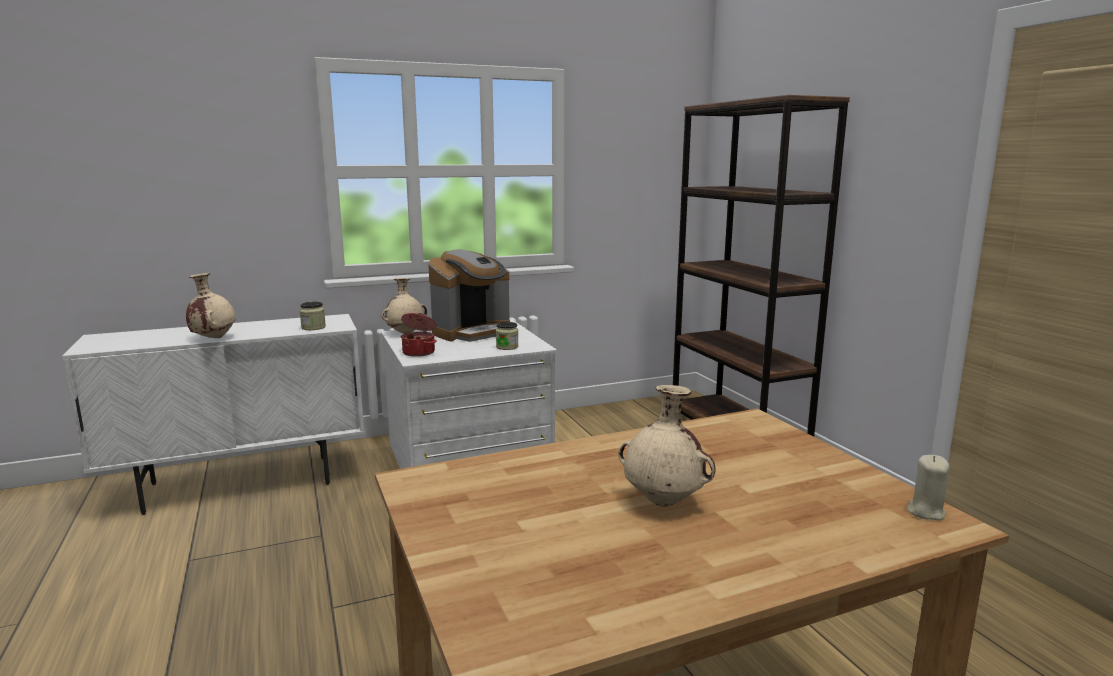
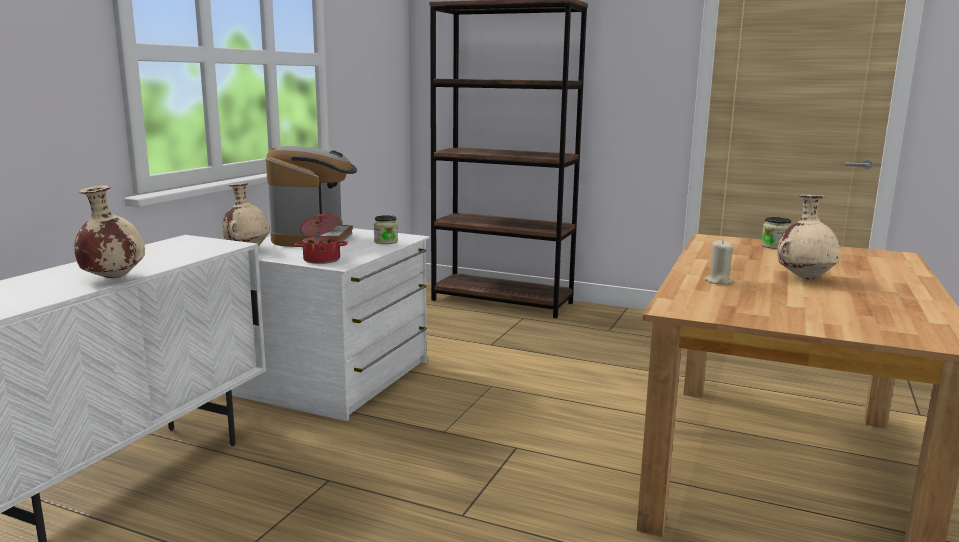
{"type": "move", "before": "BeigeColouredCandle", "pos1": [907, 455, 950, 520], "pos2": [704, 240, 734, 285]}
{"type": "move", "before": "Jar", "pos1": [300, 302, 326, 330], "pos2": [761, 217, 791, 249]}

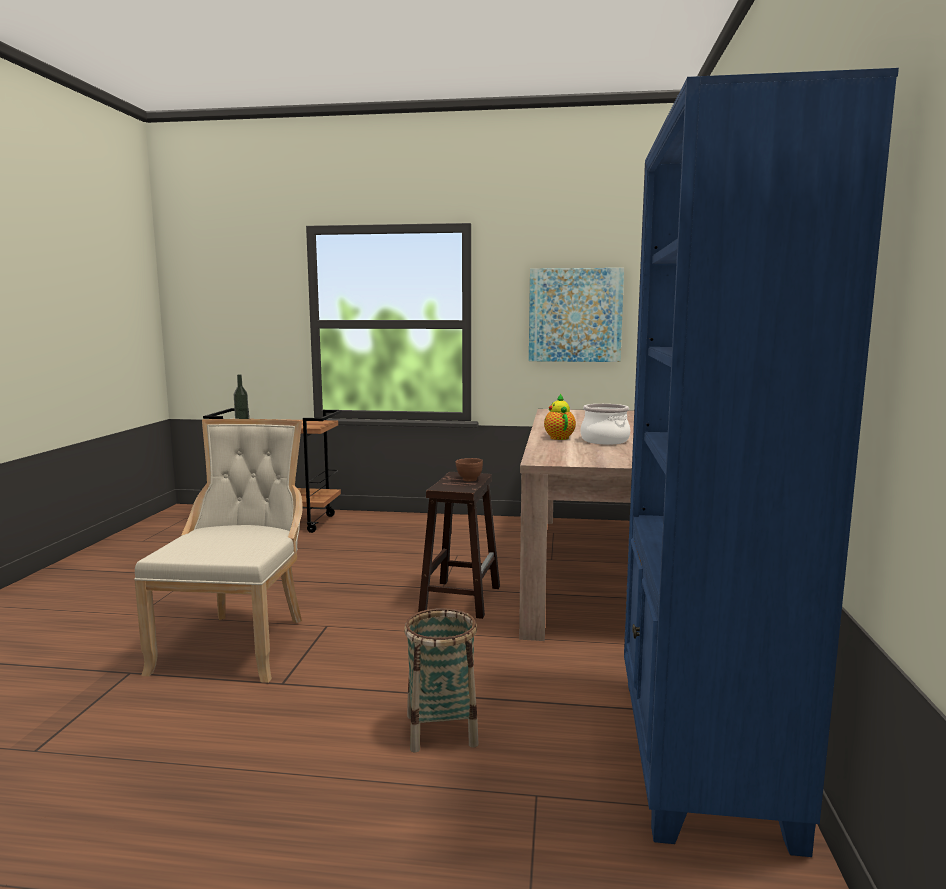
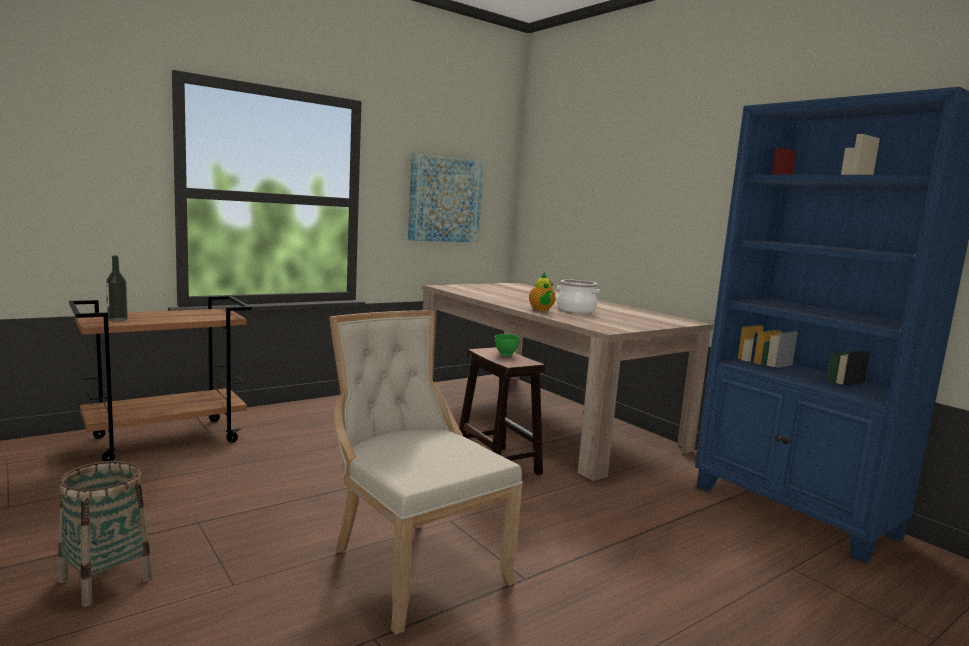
{"type": "move", "before": "HouseholdBasket", "pos1": [404, 608, 479, 753], "pos2": [58, 461, 152, 607]}
{"type": "recolor", "before": "BrownDeepDish", "after": "GreenishDeepDish", "pos1": [456, 458, 483, 481], "pos2": [495, 334, 520, 356]}
{"type": "rotate", "before": "TeaPot", "pos1": [544, 393, 576, 440], "pos2": [529, 272, 556, 311], "turn": -135}

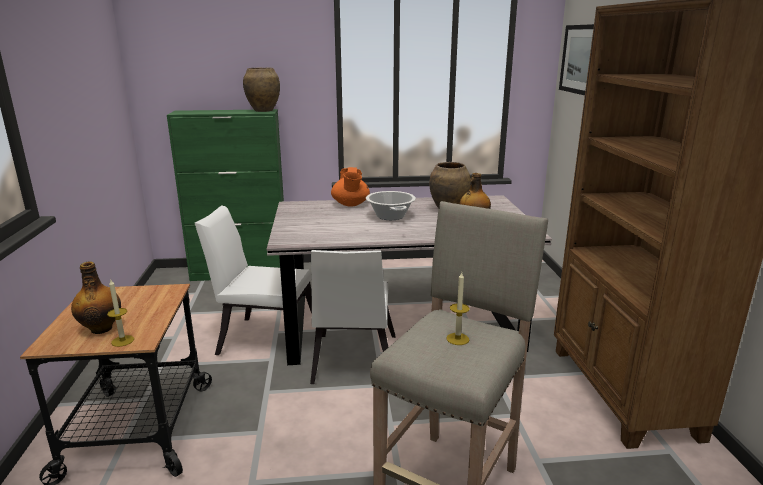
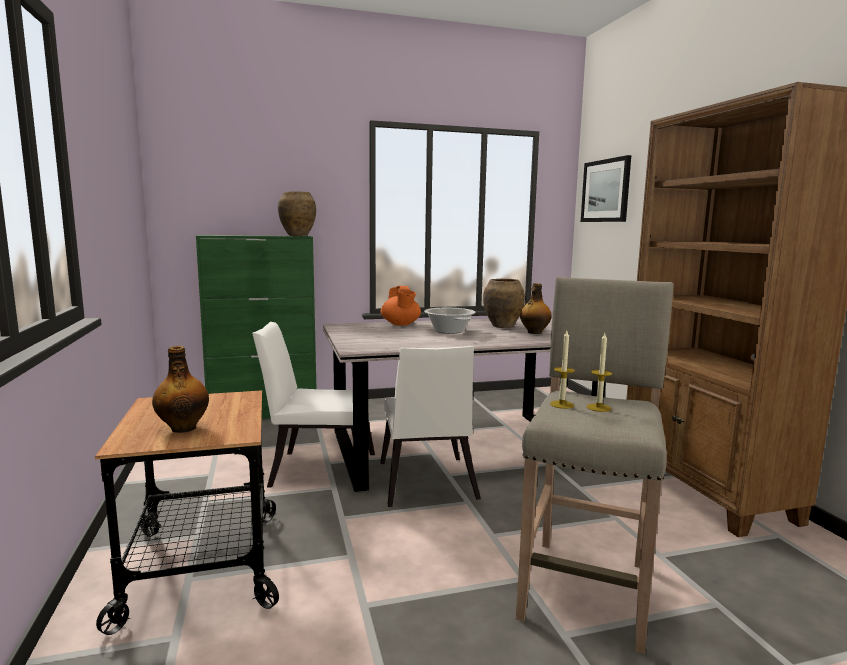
{"type": "move", "before": "Candle", "pos1": [107, 280, 134, 347], "pos2": [550, 331, 575, 409]}

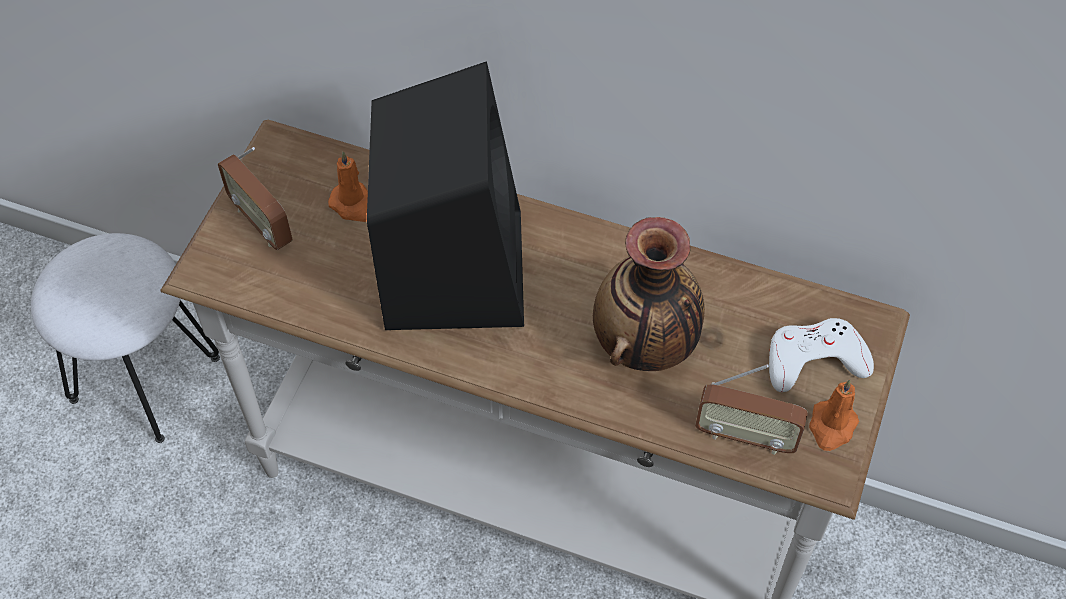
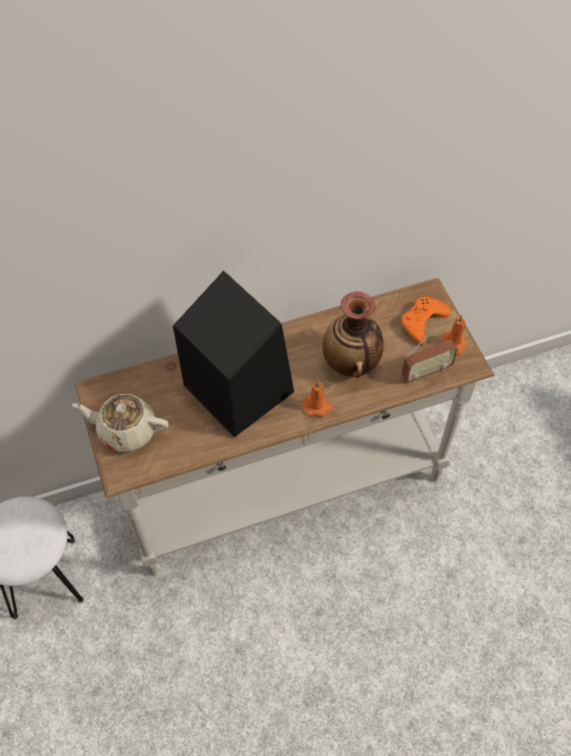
{"type": "replace", "before": "RadioReceiver", "after": "BeigeColouredTeaPot", "pos1": [218, 147, 293, 250], "pos2": [72, 394, 169, 452]}
{"type": "move", "before": "OrangeColouredCandle", "pos1": [328, 151, 368, 222], "pos2": [302, 381, 333, 417]}
{"type": "recolor", "before": "WhiteGamepad", "after": "OrangeColouredGamepad", "pos1": [769, 318, 874, 392], "pos2": [401, 297, 451, 345]}

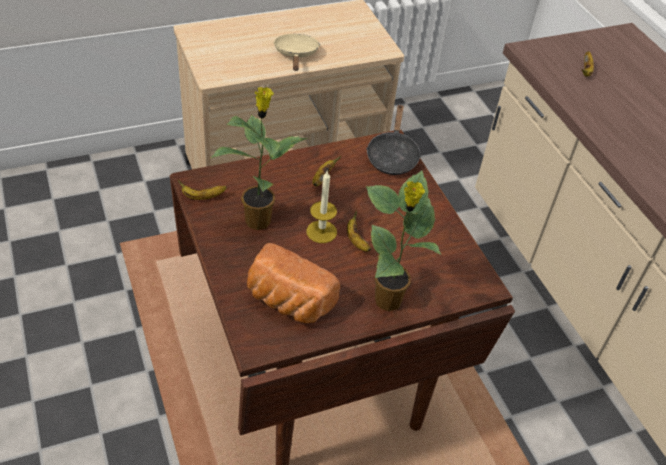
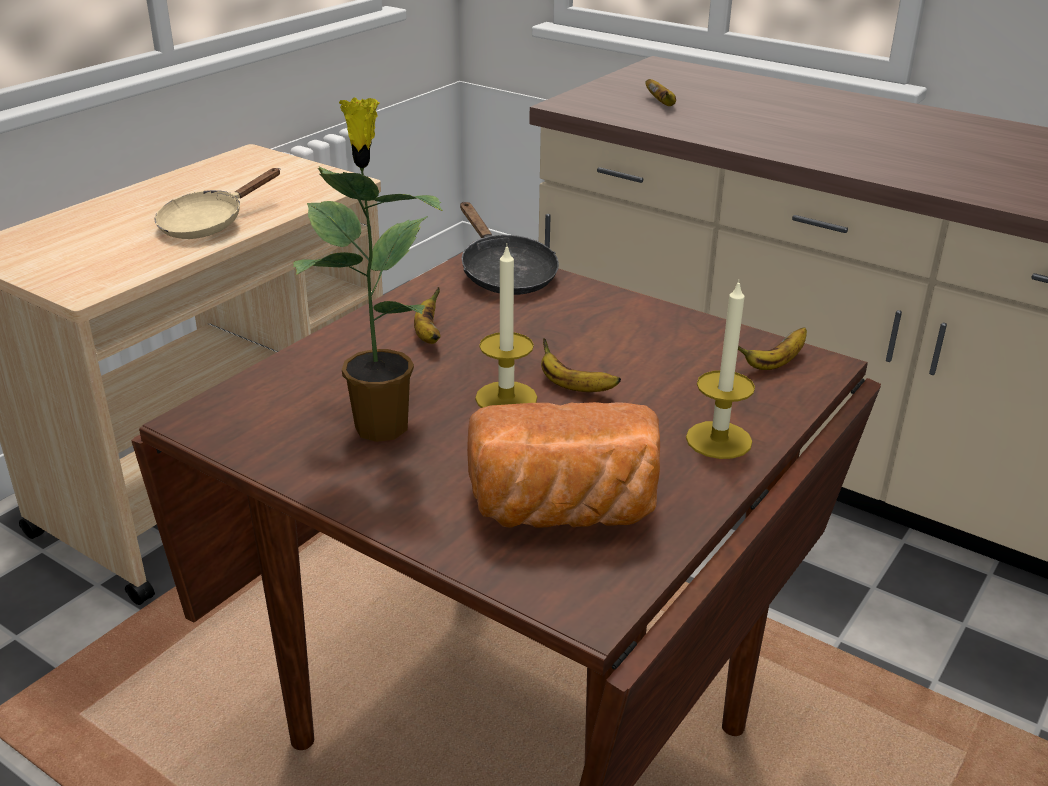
{"type": "rotate", "before": "BeigeColouredSkillet", "pos1": [273, 34, 320, 71], "pos2": [154, 168, 281, 239], "turn": -105}
{"type": "replace", "before": "PlantInAPot", "after": "Candle", "pos1": [366, 170, 441, 311], "pos2": [686, 279, 755, 459]}
{"type": "move", "before": "Banana", "pos1": [177, 179, 227, 200], "pos2": [738, 327, 807, 370]}

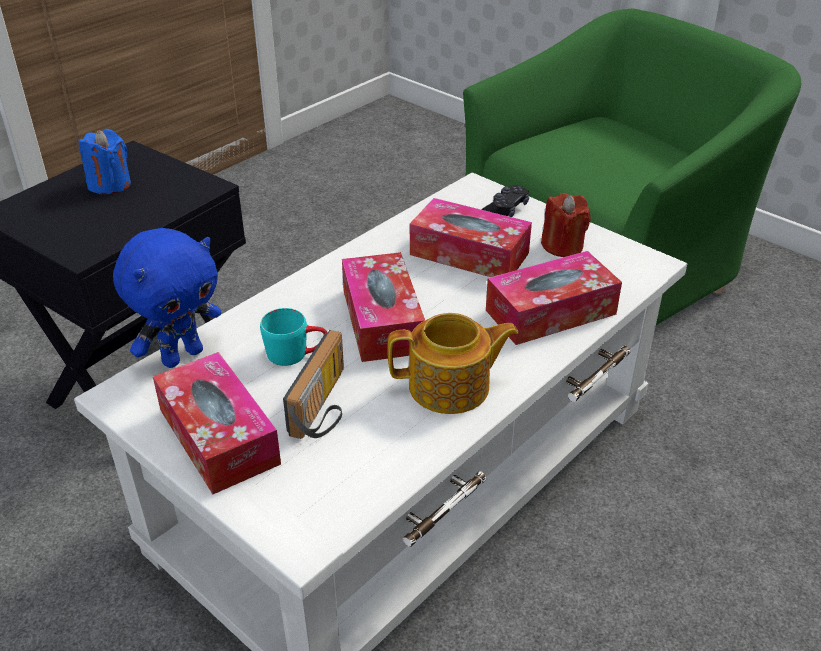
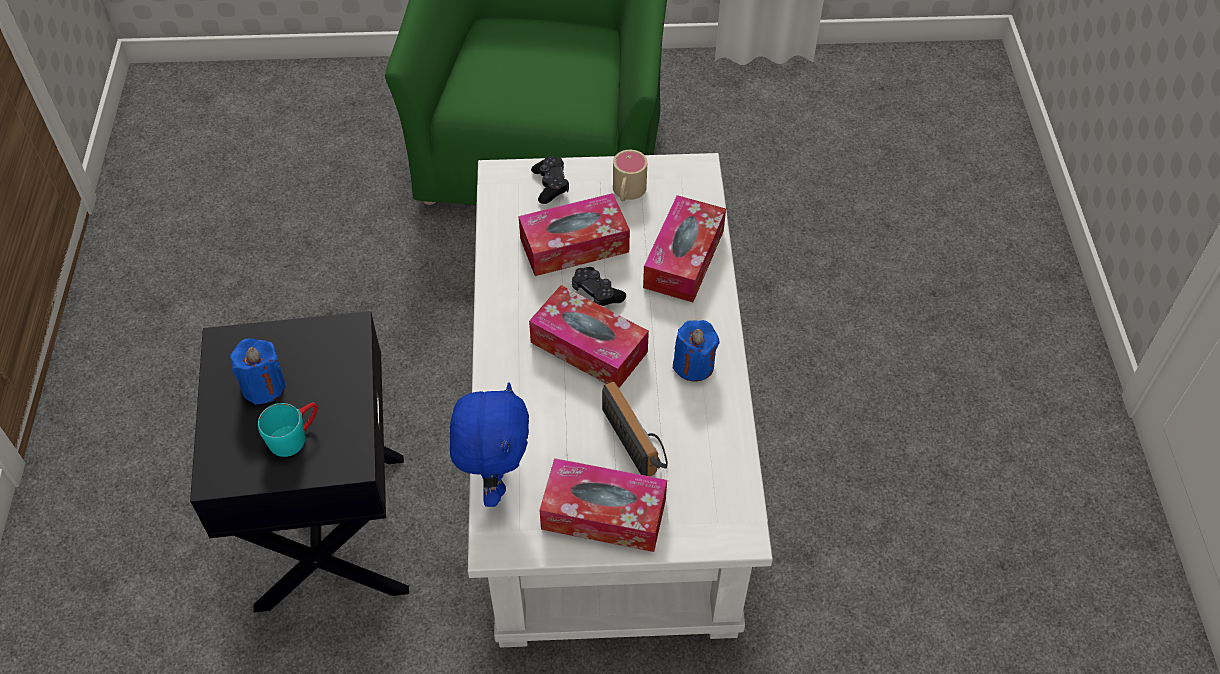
{"type": "move", "before": "TurquoiseCoffeeMug", "pos1": [260, 308, 327, 366], "pos2": [258, 403, 318, 457]}
{"type": "insert", "after": "BlackGamepad", "pos2": [572, 267, 626, 306]}
{"type": "replace", "before": "RedColouredCandle", "after": "BeigeColouredCoffeeMug", "pos1": [541, 193, 591, 257], "pos2": [613, 150, 647, 201]}
{"type": "replace", "before": "TeaPot", "after": "BlueCandle", "pos1": [388, 313, 519, 414], "pos2": [673, 320, 720, 382]}

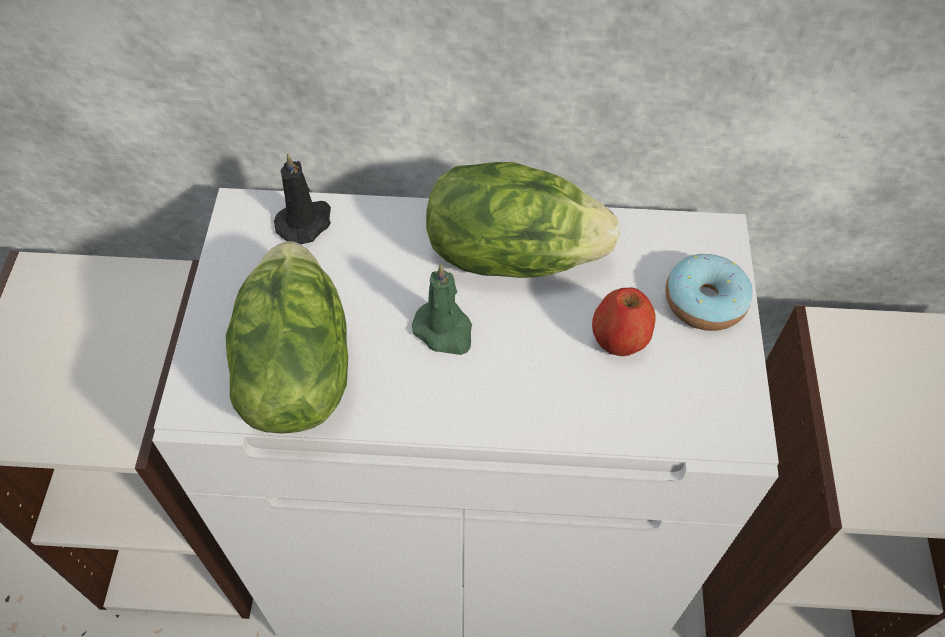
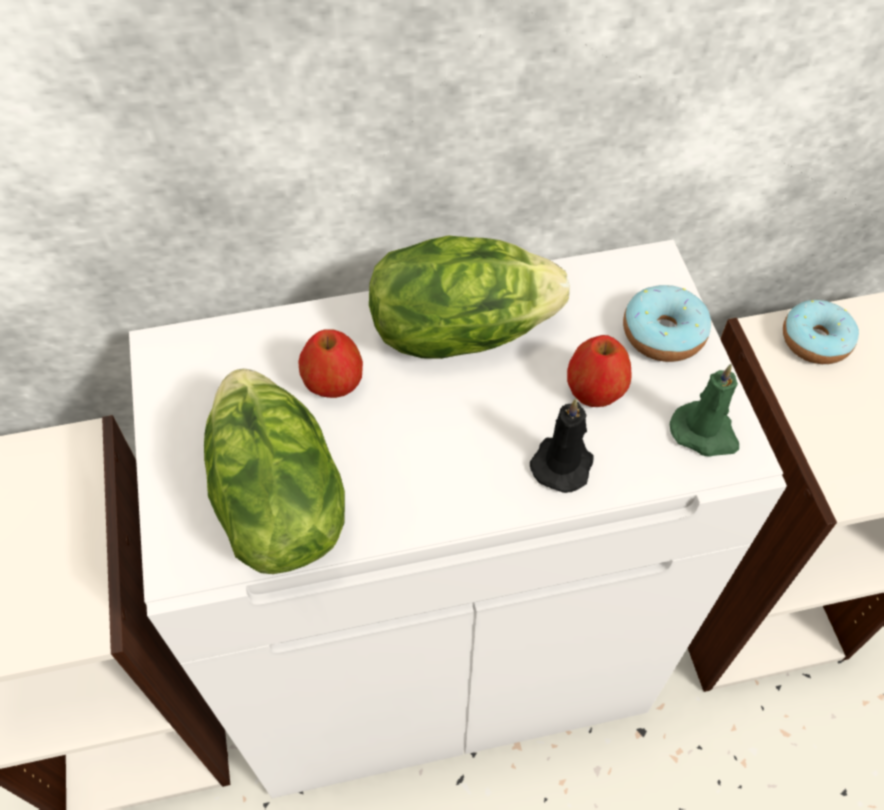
{"type": "insert", "after": "AppleFruit", "pos2": [298, 329, 363, 398]}
{"type": "move", "before": "BlackCandle", "pos1": [274, 153, 331, 244], "pos2": [530, 399, 594, 493]}
{"type": "move", "before": "GreenishCandle", "pos1": [412, 264, 472, 355], "pos2": [670, 364, 739, 457]}
{"type": "insert", "after": "RingDoughnut", "pos2": [783, 300, 859, 364]}

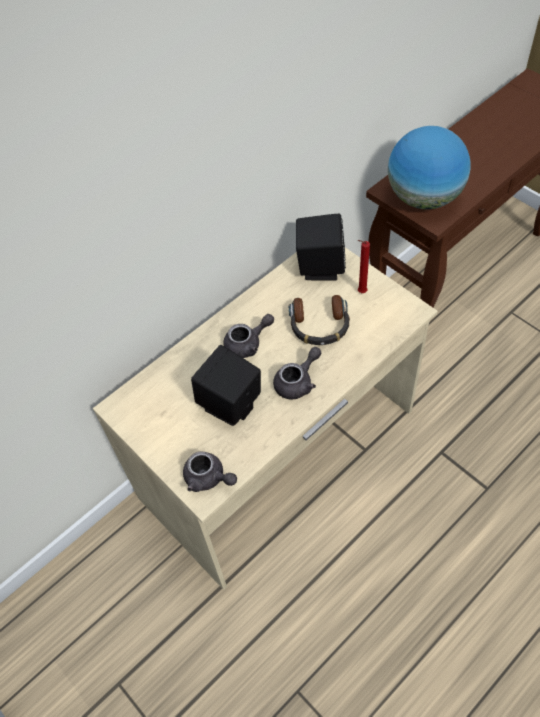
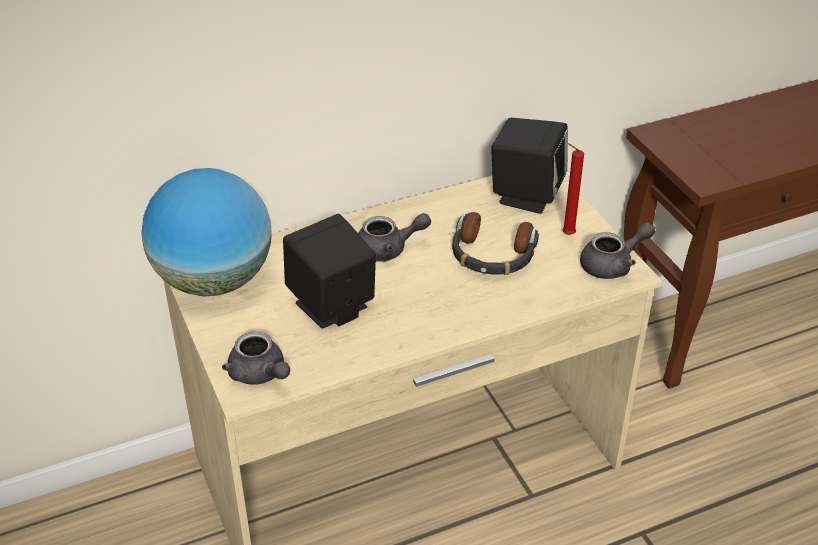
{"type": "move", "before": "WorldGlobe", "pos1": [388, 126, 471, 210], "pos2": [141, 168, 272, 297]}
{"type": "move", "before": "GreyishTeaPot", "pos1": [273, 347, 321, 399], "pos2": [580, 222, 655, 279]}

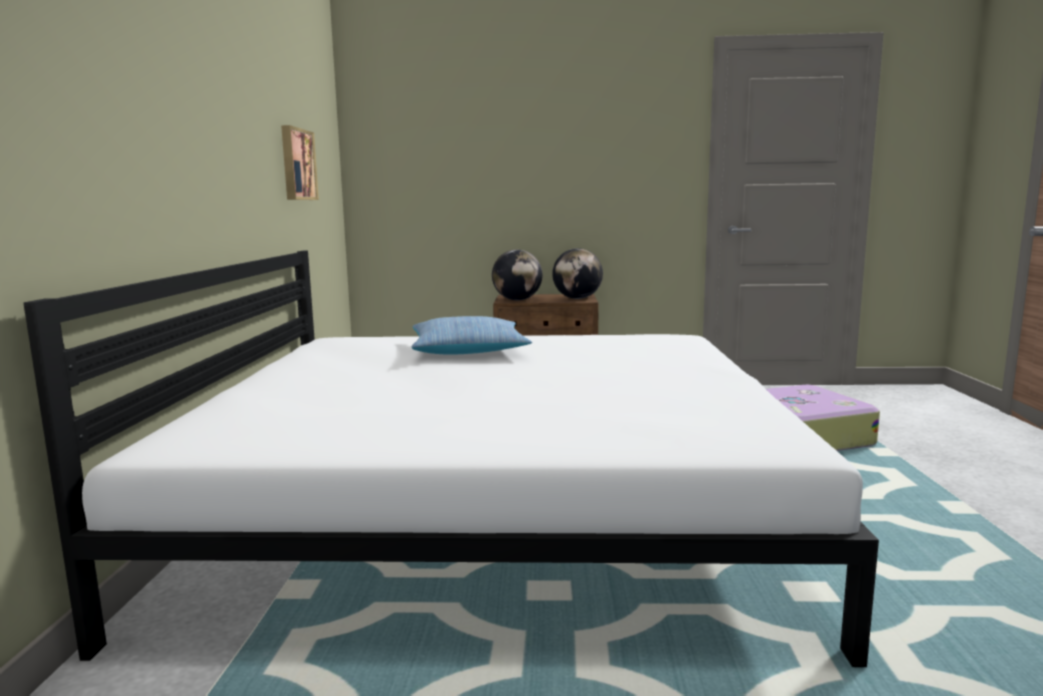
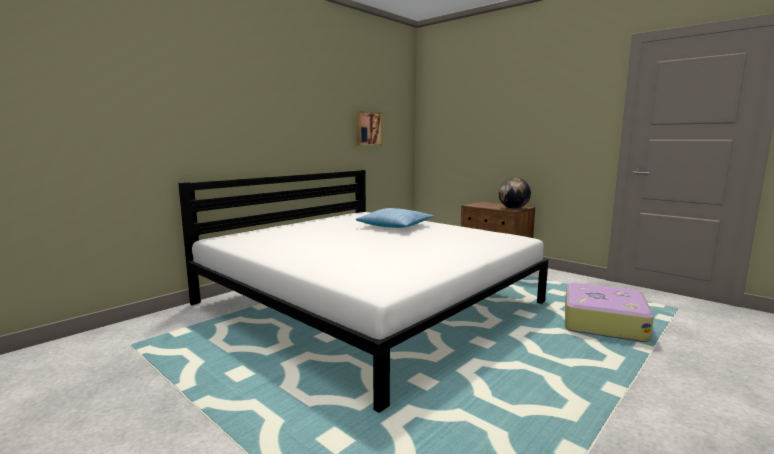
{"type": "delete", "before": "WorldGlobe", "pos1": [492, 250, 543, 300]}

